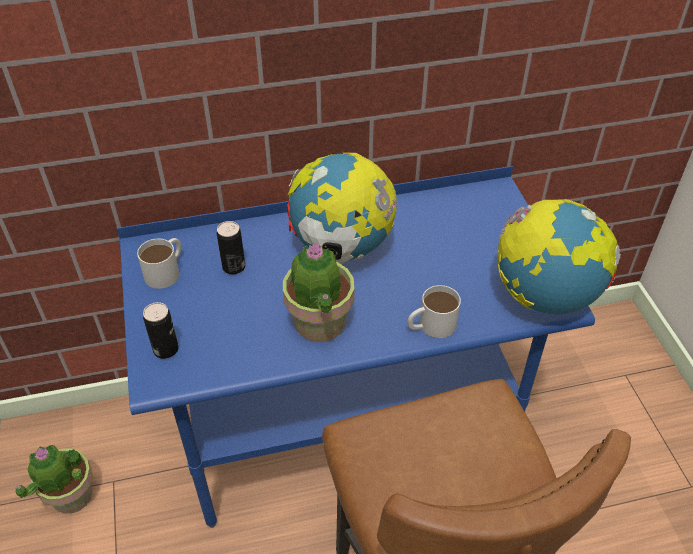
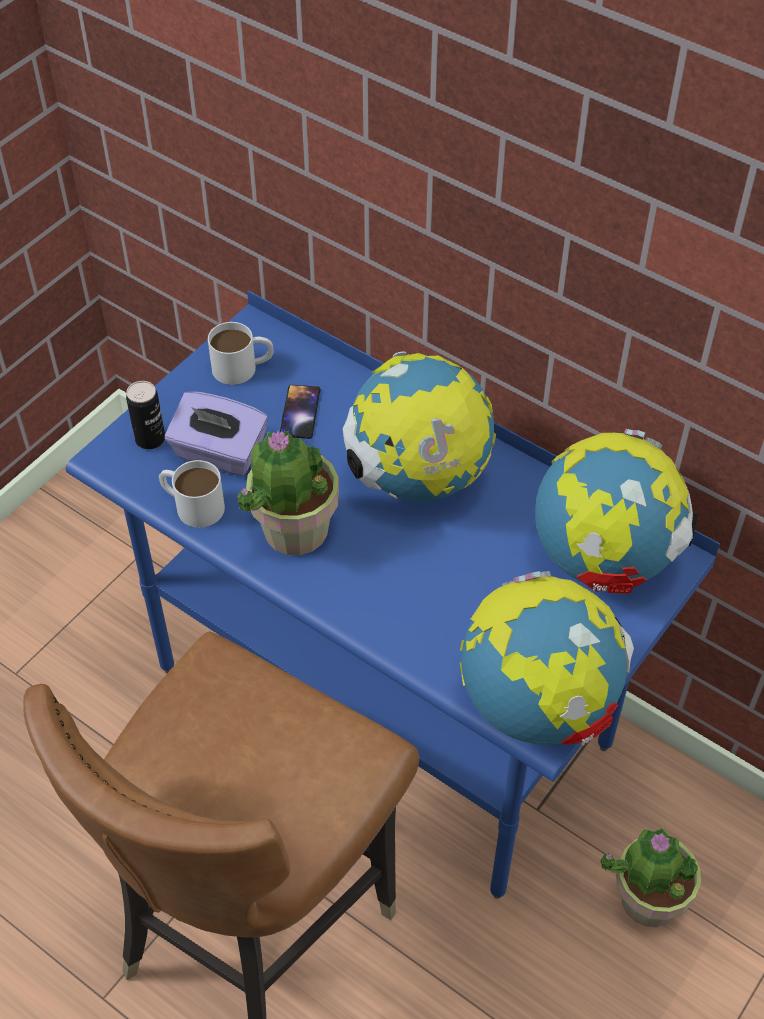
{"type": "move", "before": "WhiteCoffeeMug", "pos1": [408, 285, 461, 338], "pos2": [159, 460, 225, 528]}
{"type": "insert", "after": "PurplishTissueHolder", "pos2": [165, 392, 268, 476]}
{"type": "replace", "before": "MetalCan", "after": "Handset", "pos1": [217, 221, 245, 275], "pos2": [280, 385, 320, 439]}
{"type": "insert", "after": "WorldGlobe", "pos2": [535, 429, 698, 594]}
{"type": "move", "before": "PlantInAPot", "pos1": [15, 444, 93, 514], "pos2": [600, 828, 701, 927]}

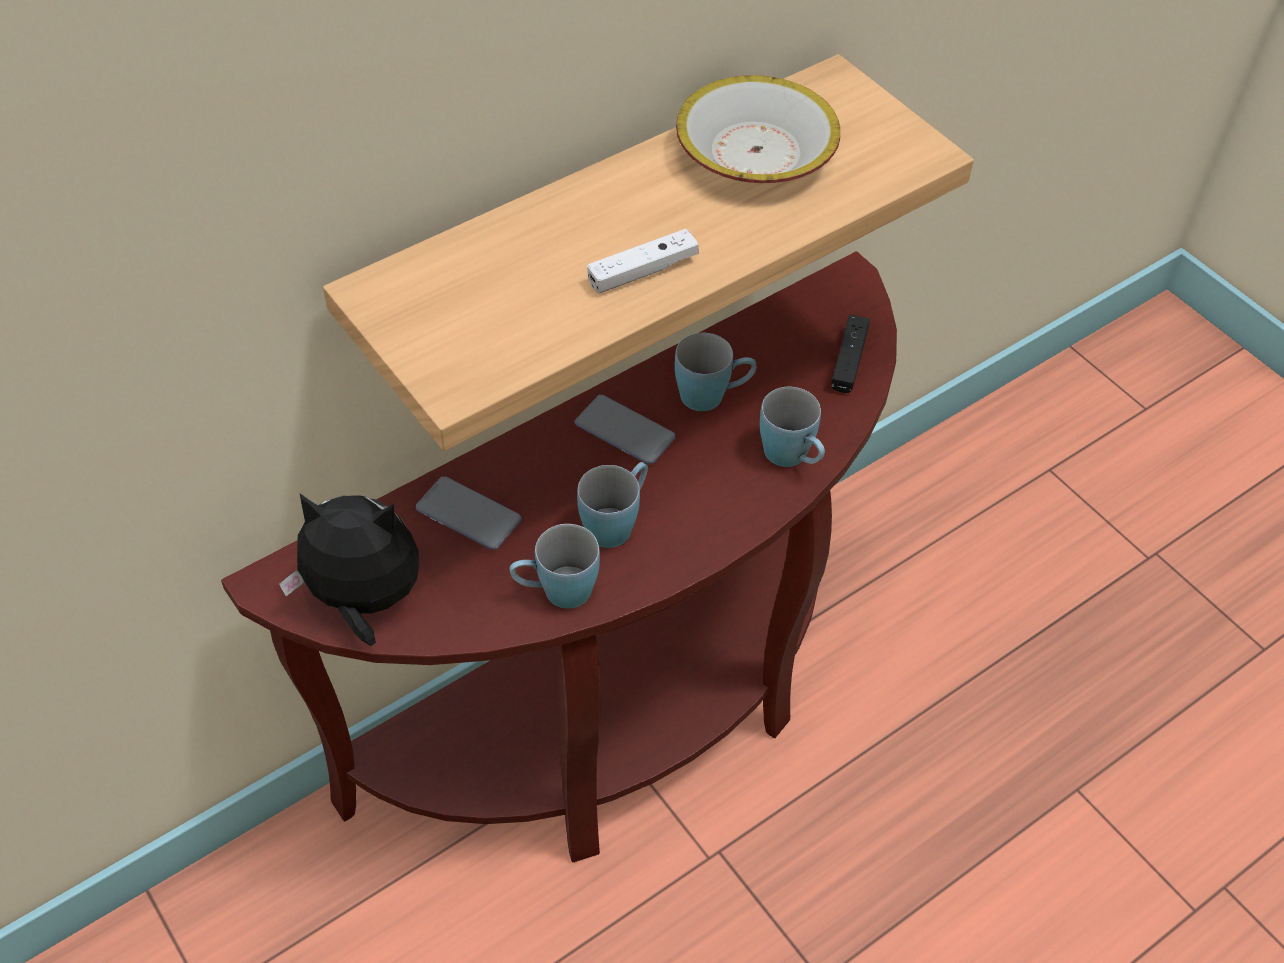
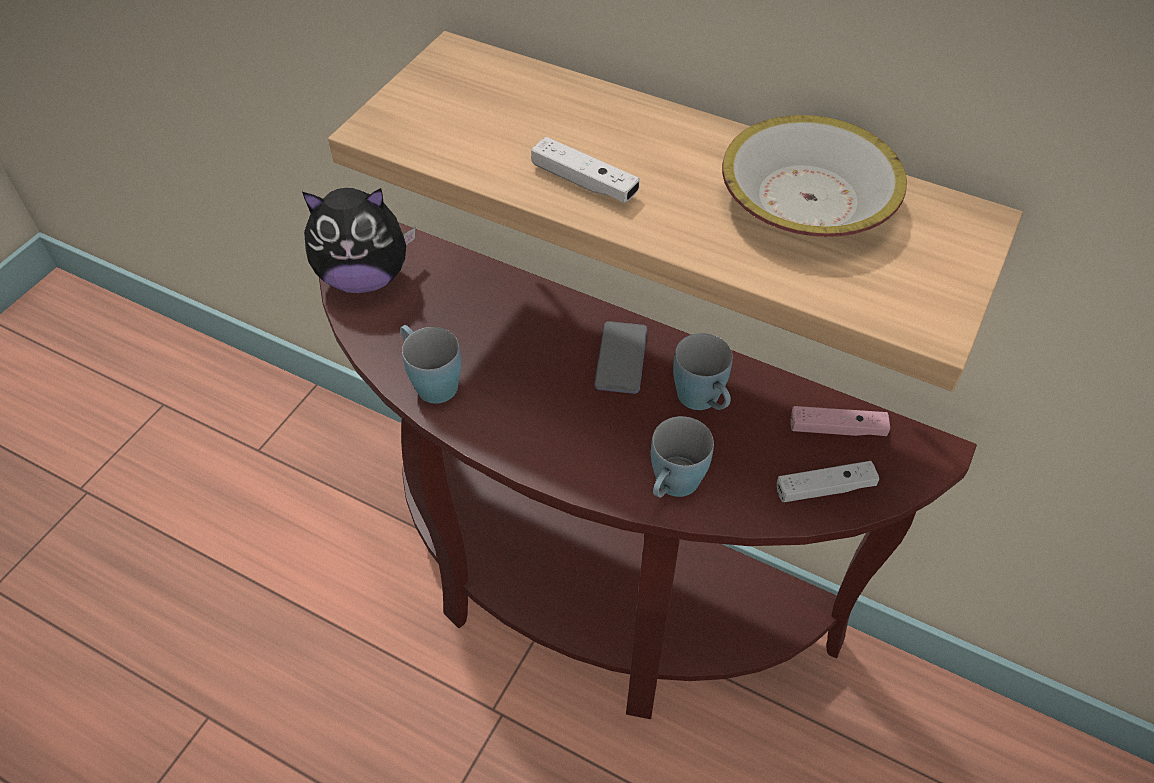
{"type": "rotate", "before": "SoftToy", "pos1": [279, 494, 419, 646], "pos2": [302, 188, 416, 293], "turn": 105}
{"type": "recolor", "before": "BlackGamepad", "after": "WhiteGamepad", "pos1": [831, 315, 870, 393], "pos2": [777, 461, 879, 502]}
{"type": "insert", "after": "PinkGamepad", "pos2": [790, 406, 890, 436]}
{"type": "delete", "before": "Handset", "pos1": [416, 476, 522, 550]}
{"type": "delete", "before": "BlueCoffeeMug", "pos1": [577, 462, 648, 548]}

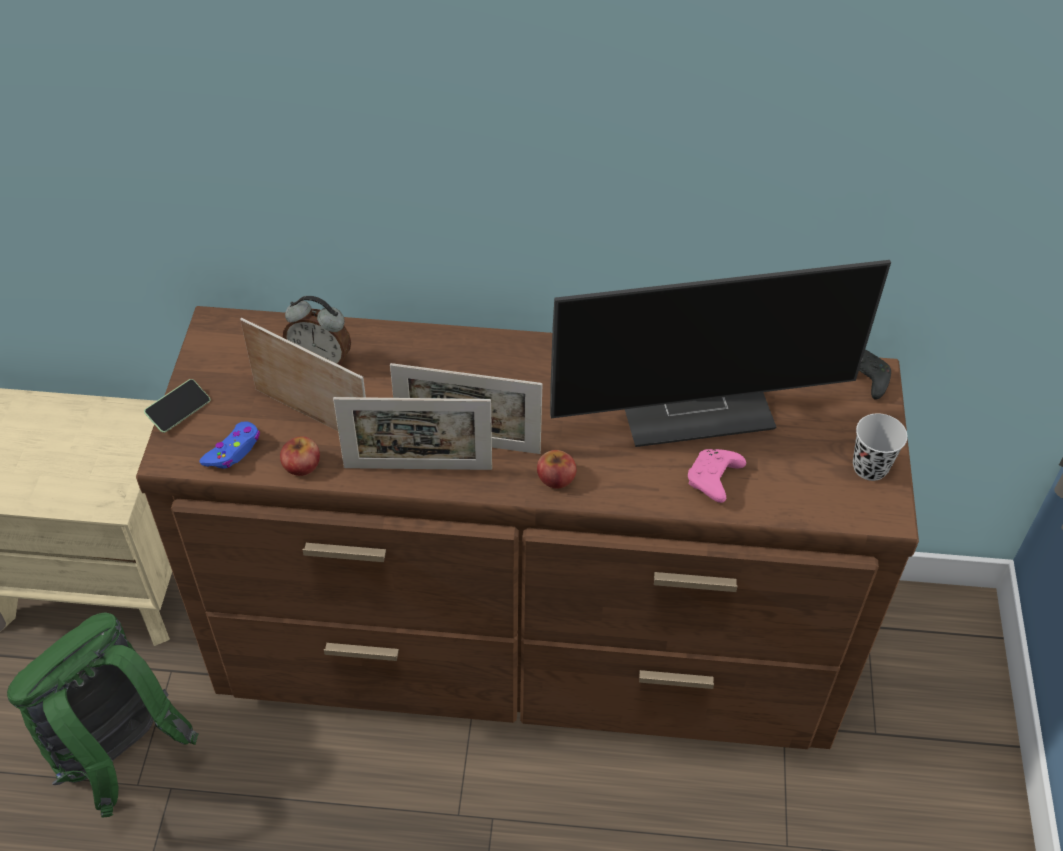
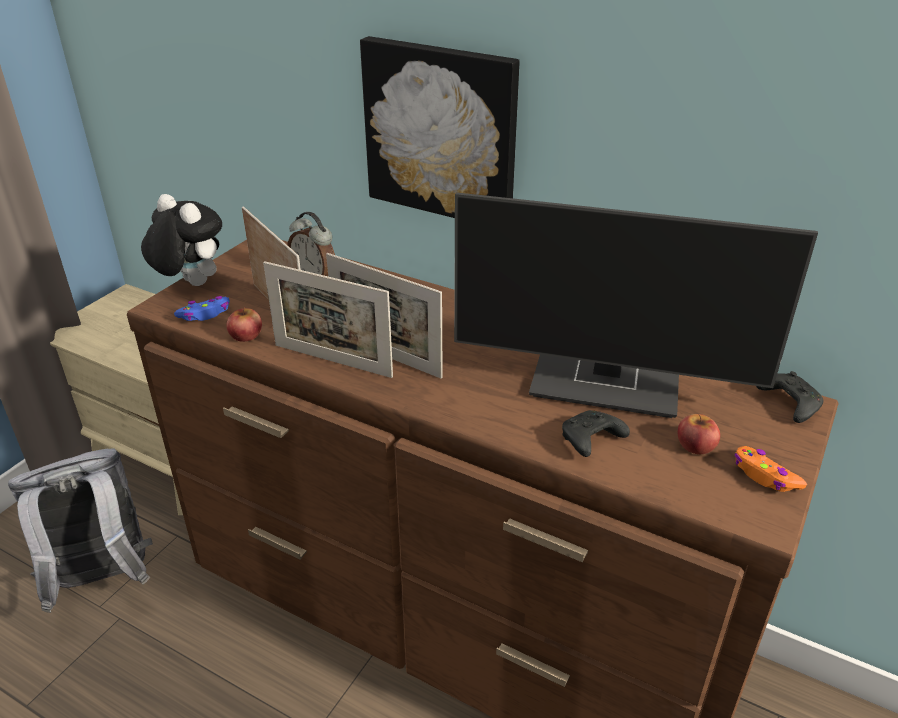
{"type": "recolor", "before": "GreenishKnapsack", "after": "GreyishKnapsack", "pos1": [7, 612, 199, 818], "pos2": [8, 448, 153, 613]}
{"type": "replace", "before": "Handset", "after": "SoftToy", "pos1": [144, 379, 210, 433], "pos2": [141, 194, 222, 286]}
{"type": "insert", "after": "Picture", "pos2": [360, 36, 520, 218]}
{"type": "recolor", "before": "PinkGamepad", "after": "BlackGamepad", "pos1": [688, 449, 746, 503], "pos2": [562, 410, 630, 457]}
{"type": "move", "before": "AppleFruit", "pos1": [537, 450, 576, 488], "pos2": [678, 414, 720, 454]}
{"type": "replace", "before": "BlackSmallCup", "after": "OrangeColouredGamepad", "pos1": [853, 413, 908, 481], "pos2": [735, 446, 807, 492]}

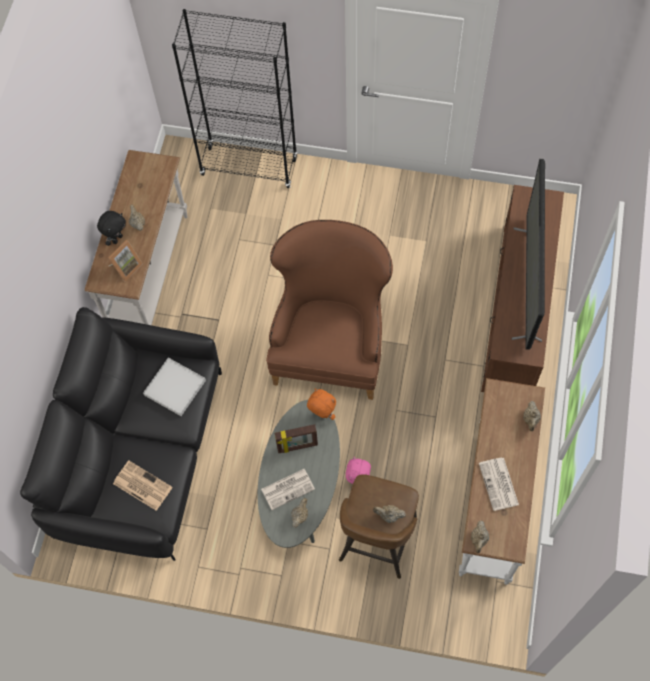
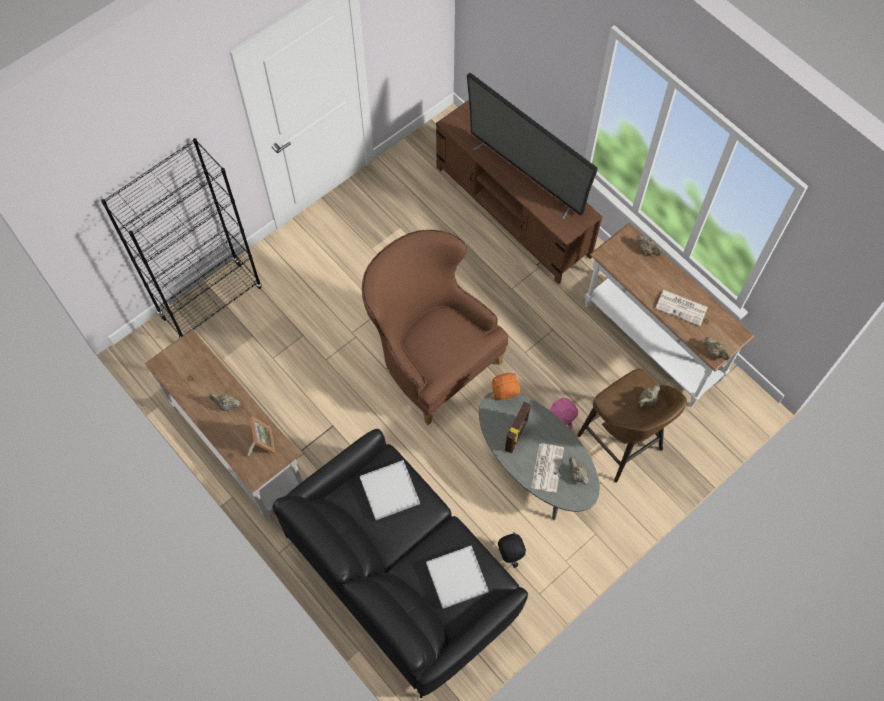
{"type": "replace", "before": "Newspaper", "after": "WhiteTray", "pos1": [113, 461, 172, 511], "pos2": [426, 546, 489, 609]}
{"type": "move", "before": "BlackSoftToy", "pos1": [97, 211, 126, 246], "pos2": [498, 532, 526, 568]}

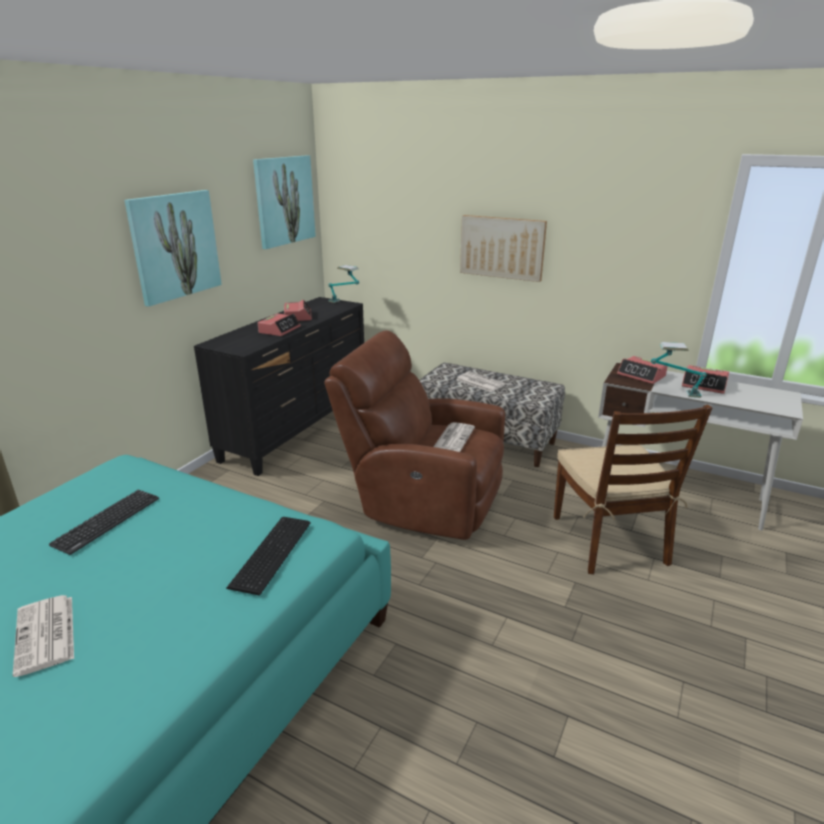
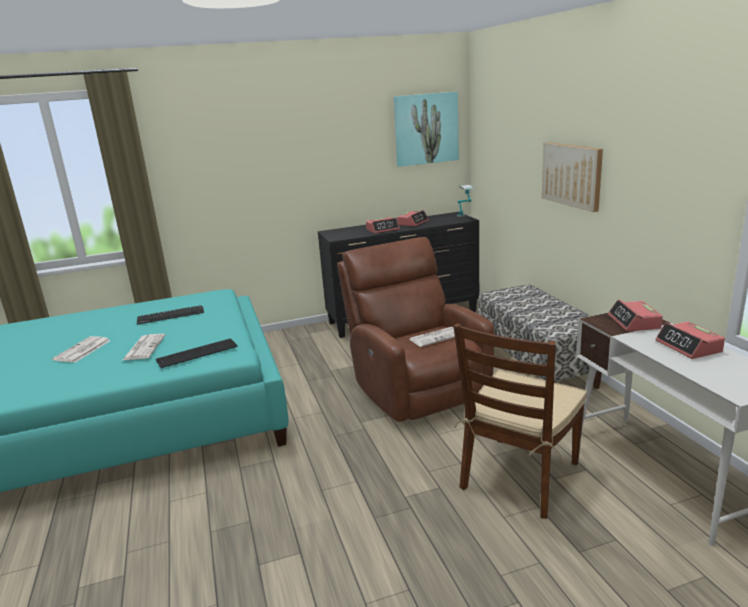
{"type": "move", "before": "Newspaper", "pos1": [456, 371, 506, 392], "pos2": [123, 334, 165, 360]}
{"type": "delete", "before": "Picture", "pos1": [124, 190, 222, 307]}
{"type": "delete", "before": "LampForATable", "pos1": [651, 342, 707, 398]}

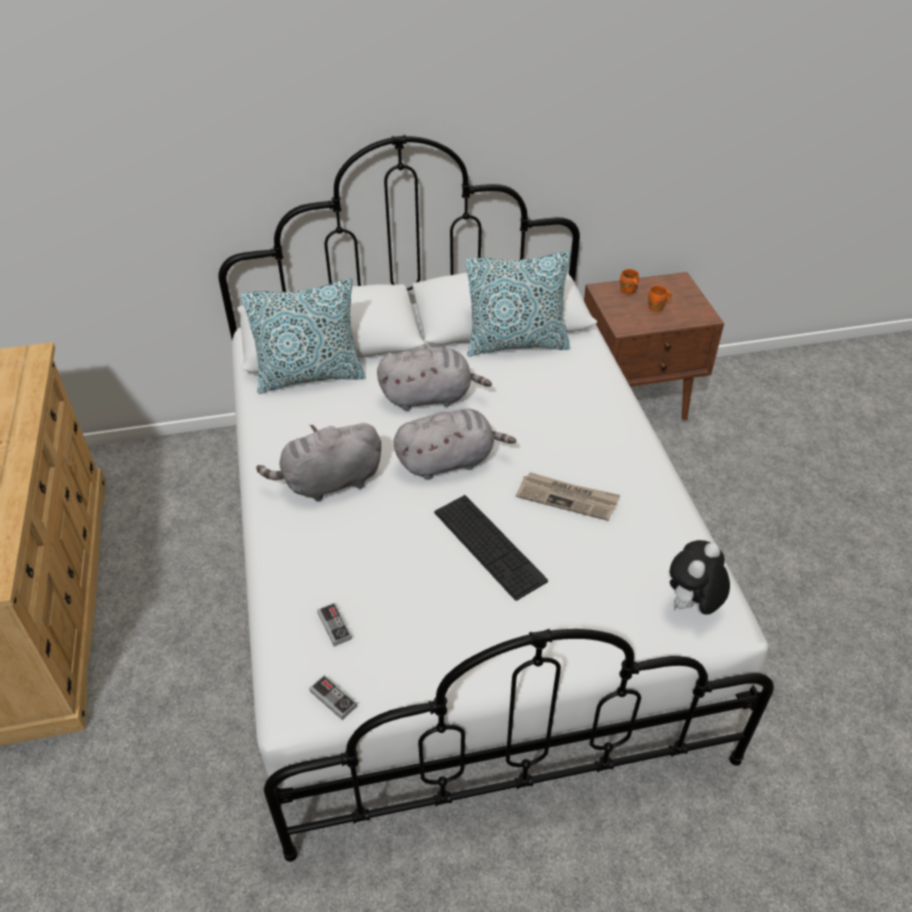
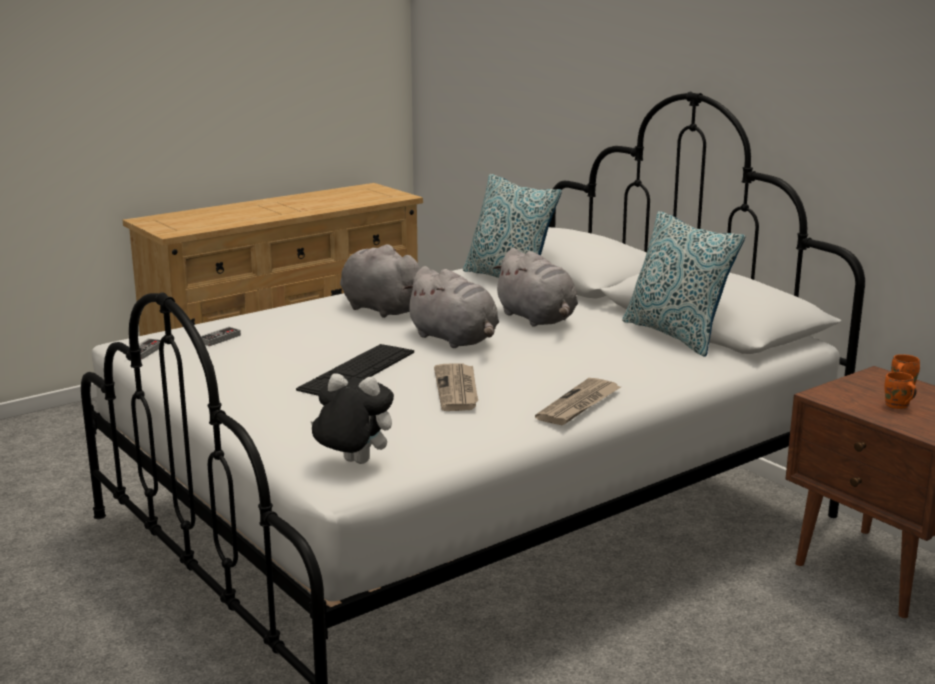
{"type": "insert", "after": "Newspaper", "pos2": [535, 378, 621, 425]}

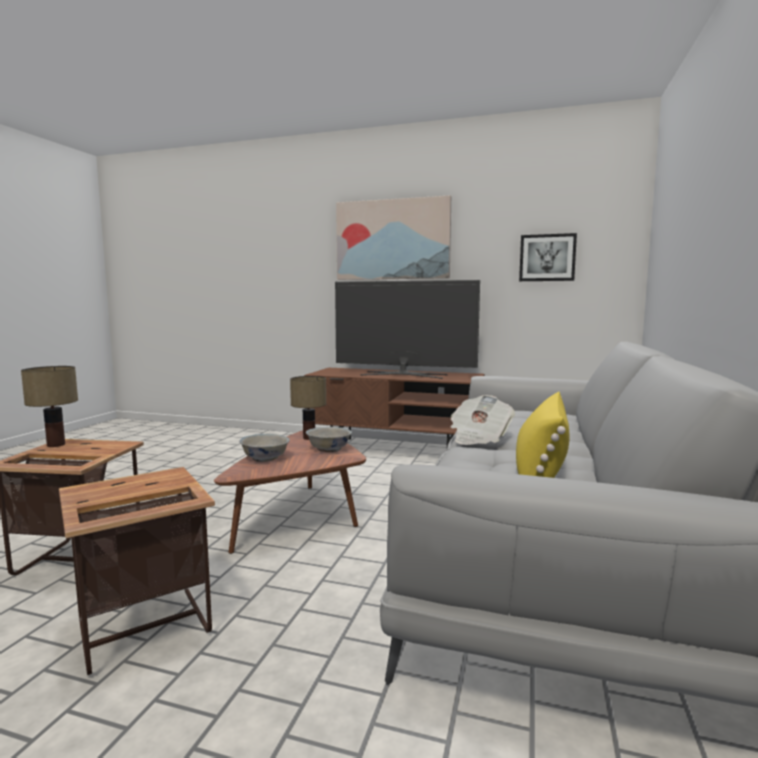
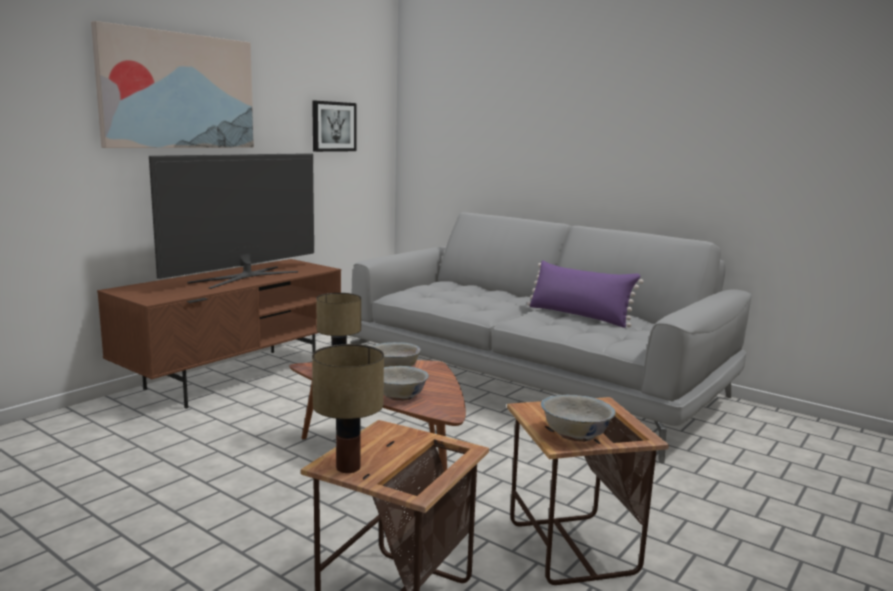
{"type": "recolor", "before": "YellowThrowPillow", "after": "PurplishThrowPillow", "pos1": [516, 392, 570, 478], "pos2": [527, 260, 643, 328]}
{"type": "insert", "after": "WhiteDeepDish", "pos2": [541, 395, 616, 442]}
{"type": "delete", "before": "Newspaper", "pos1": [451, 395, 515, 445]}

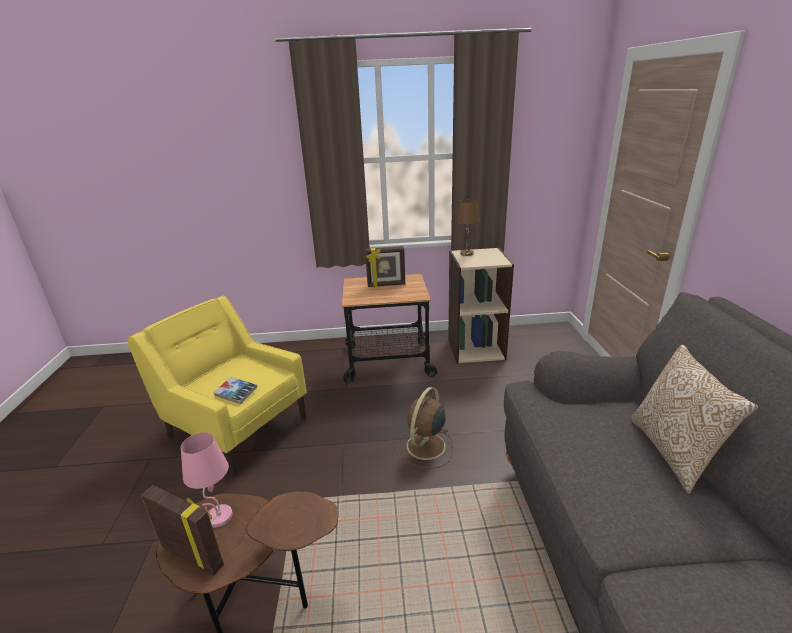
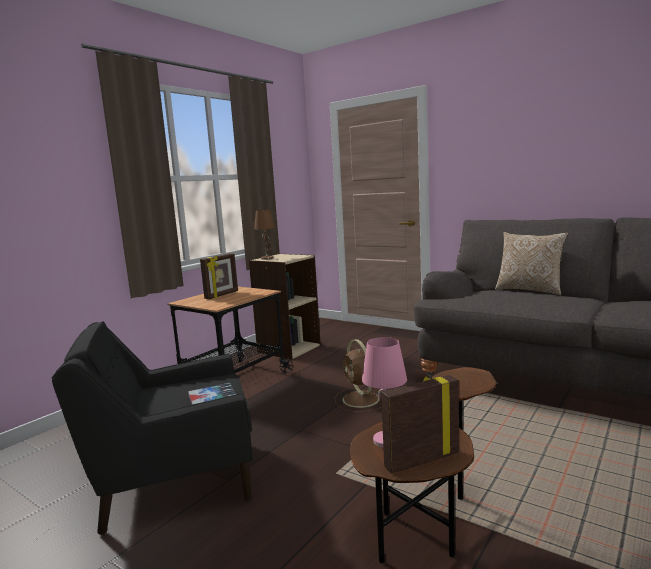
{"type": "recolor", "before": "YellowEasyChair", "after": "BlackEasyChair", "pos1": [128, 296, 307, 476], "pos2": [52, 321, 253, 535]}

